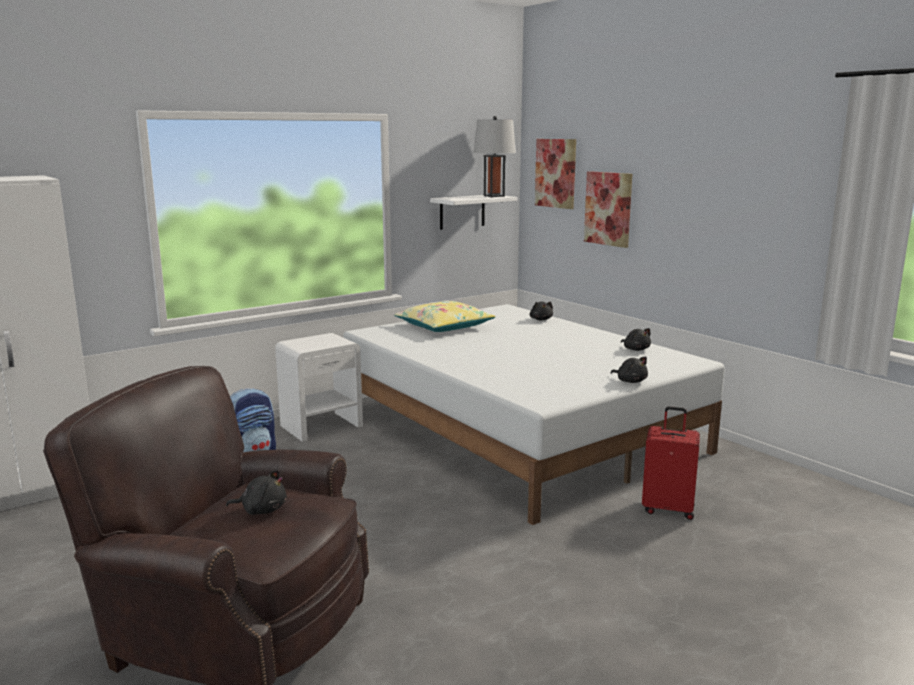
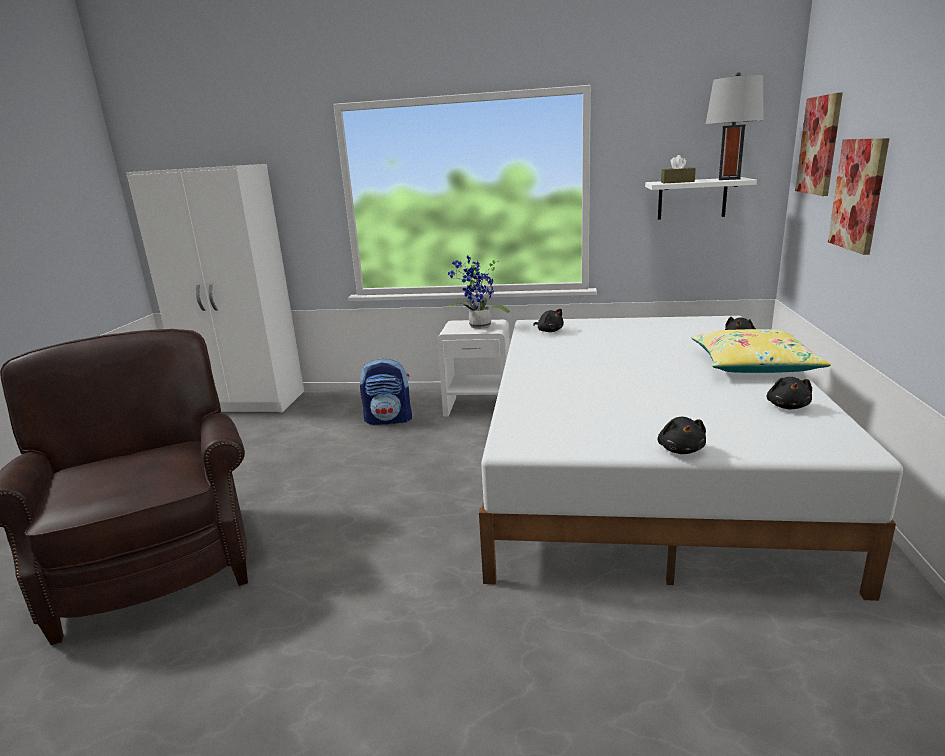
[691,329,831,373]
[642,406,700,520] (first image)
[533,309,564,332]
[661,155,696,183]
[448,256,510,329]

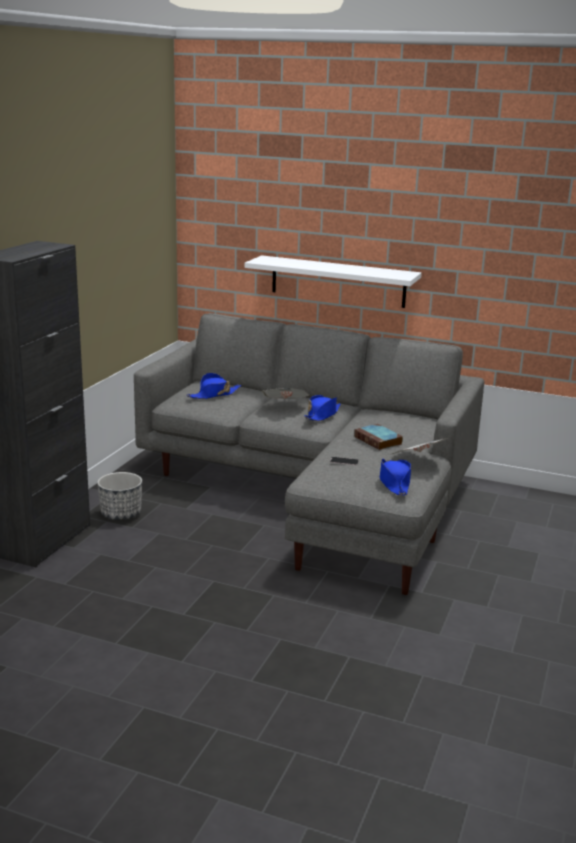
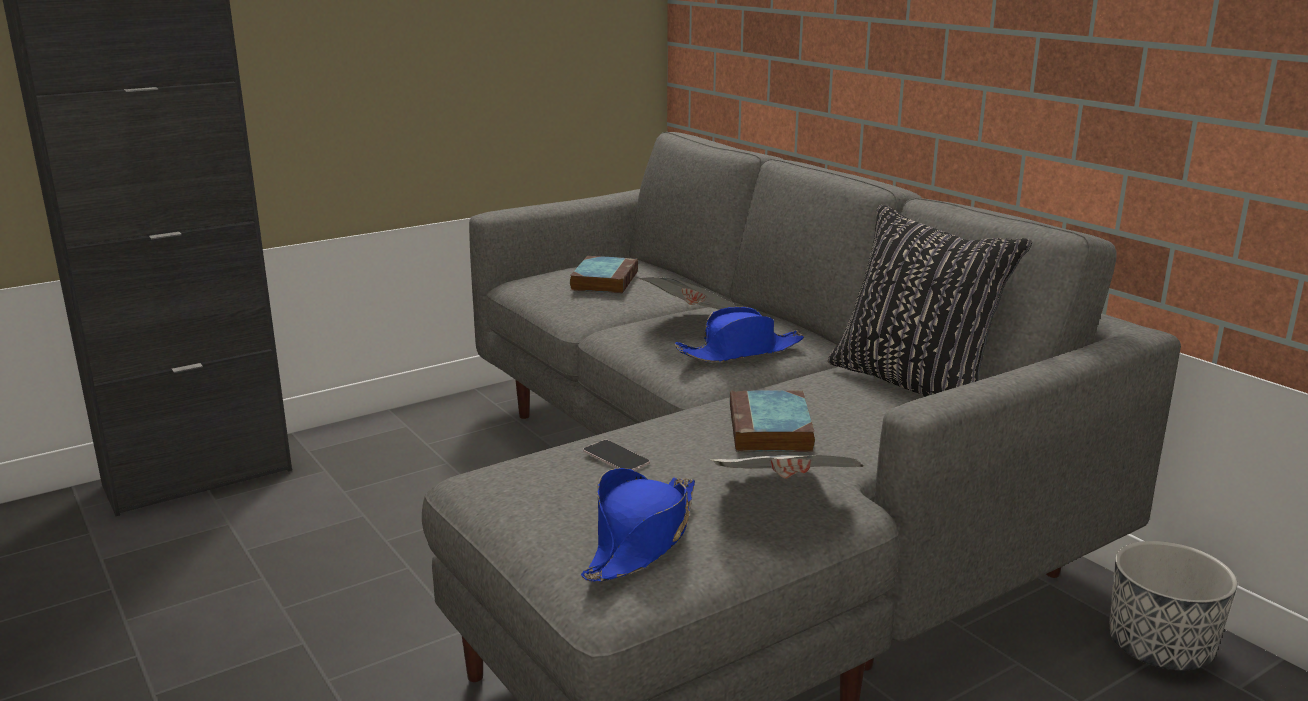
[245,255,422,308] (first image)
[570,256,638,293]
[1109,541,1237,671]
[828,205,1032,397]

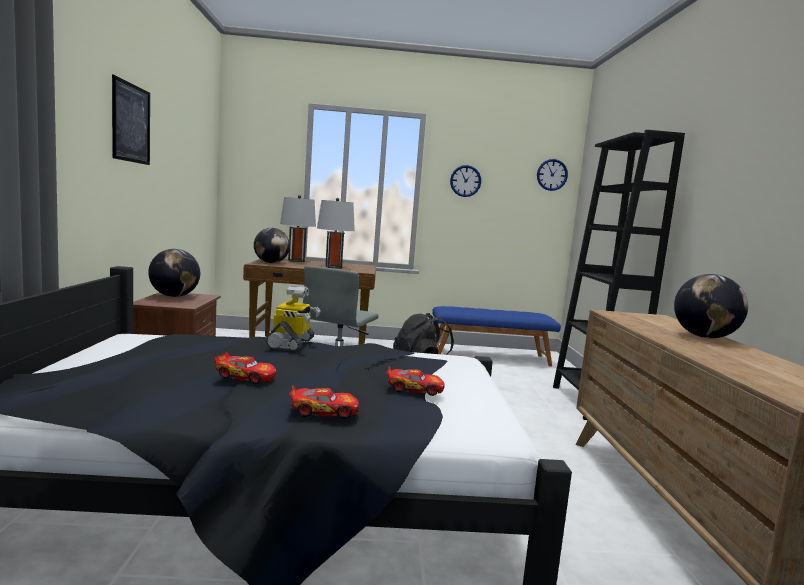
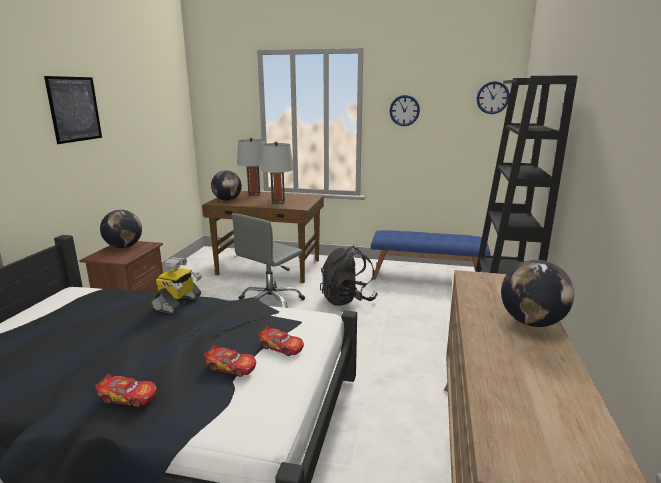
[258,326,304,356]

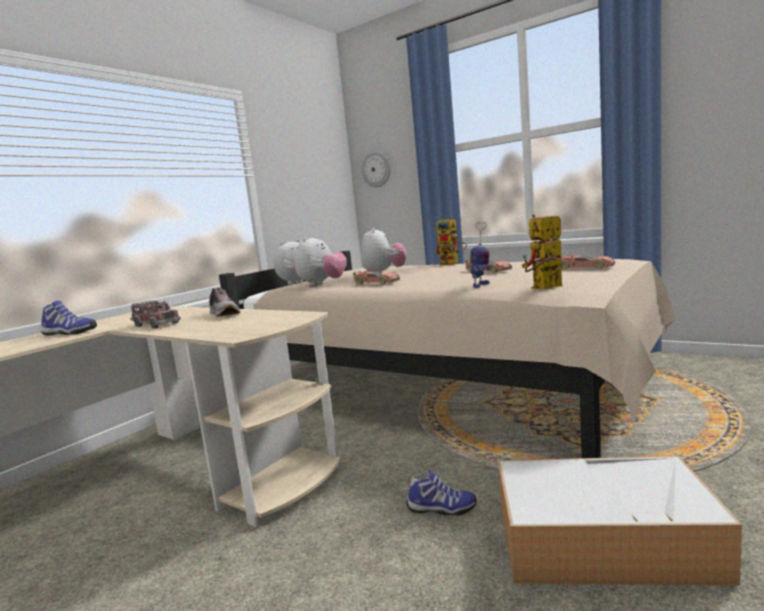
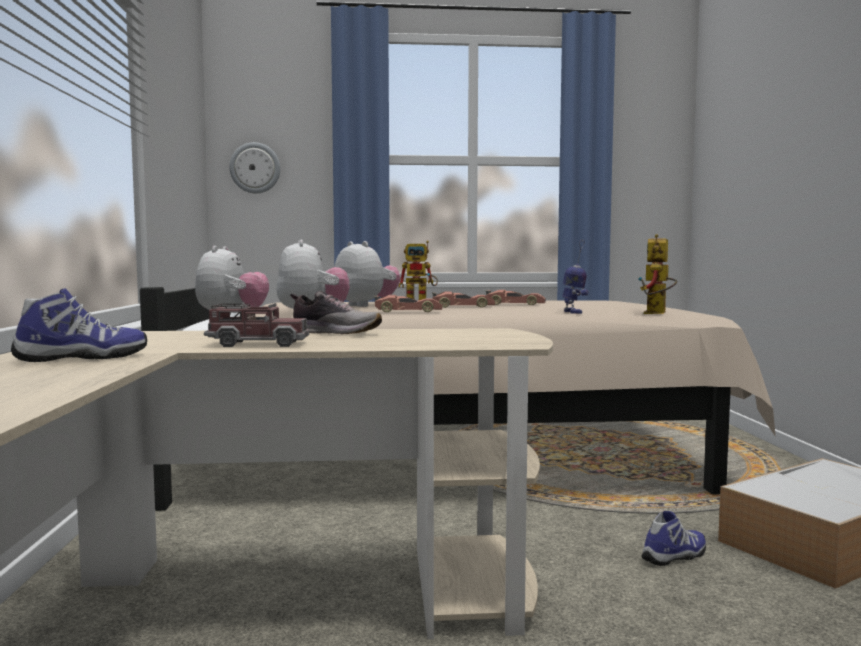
[432,292,495,308]

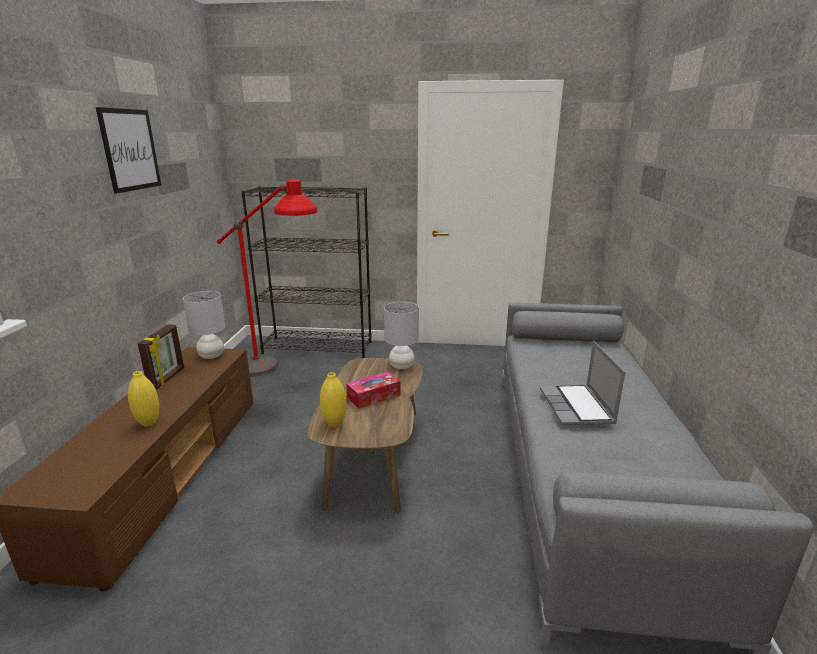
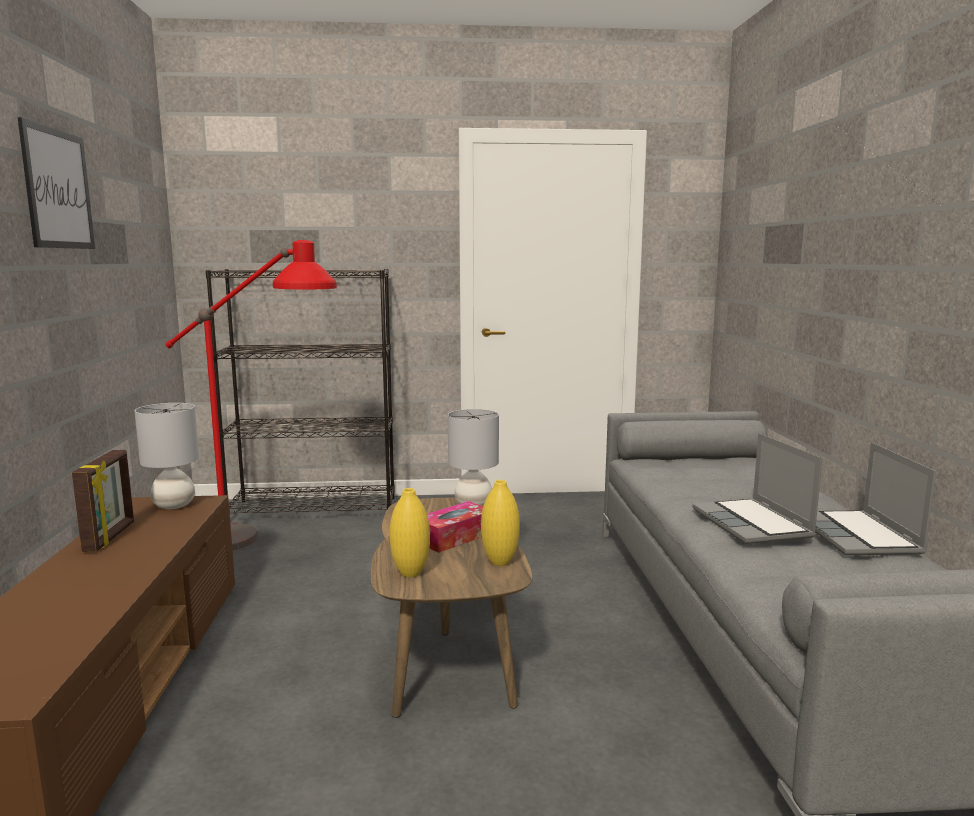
[481,480,520,566]
[815,442,936,556]

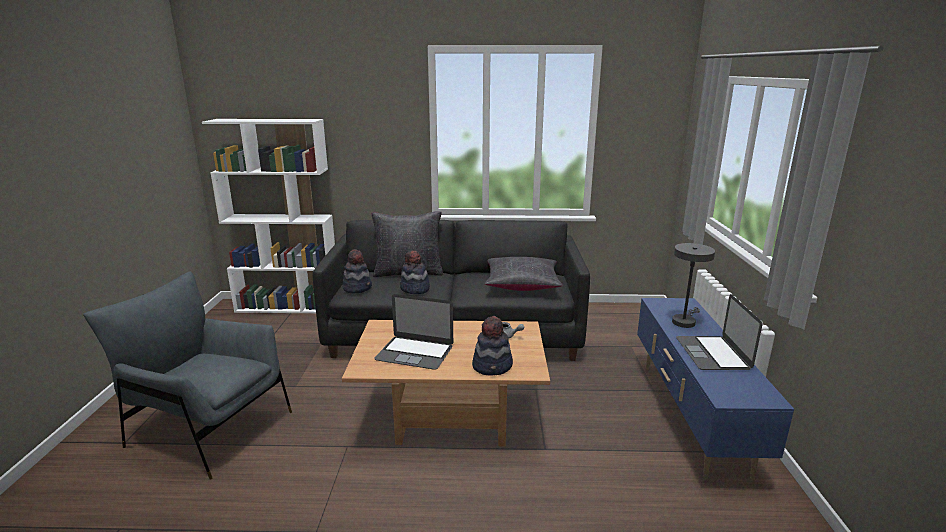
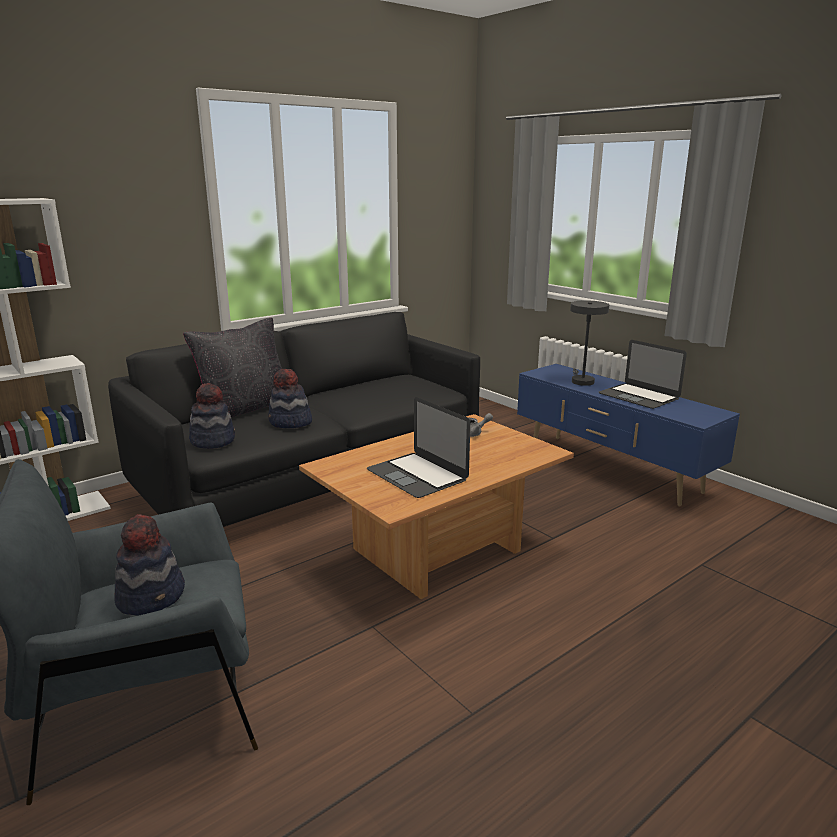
[485,257,563,291] (first image)
[367,397,470,498]
[114,514,185,616]

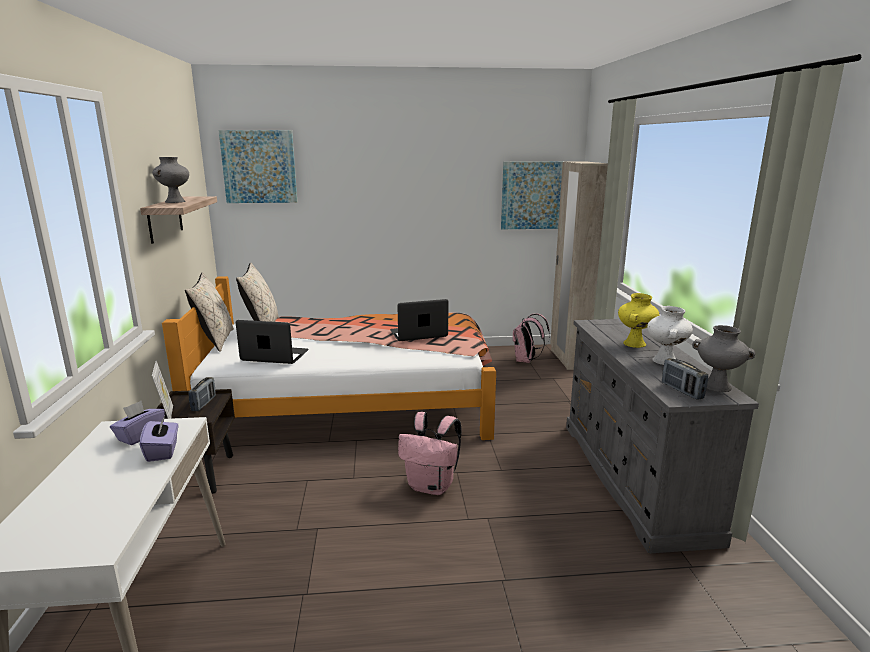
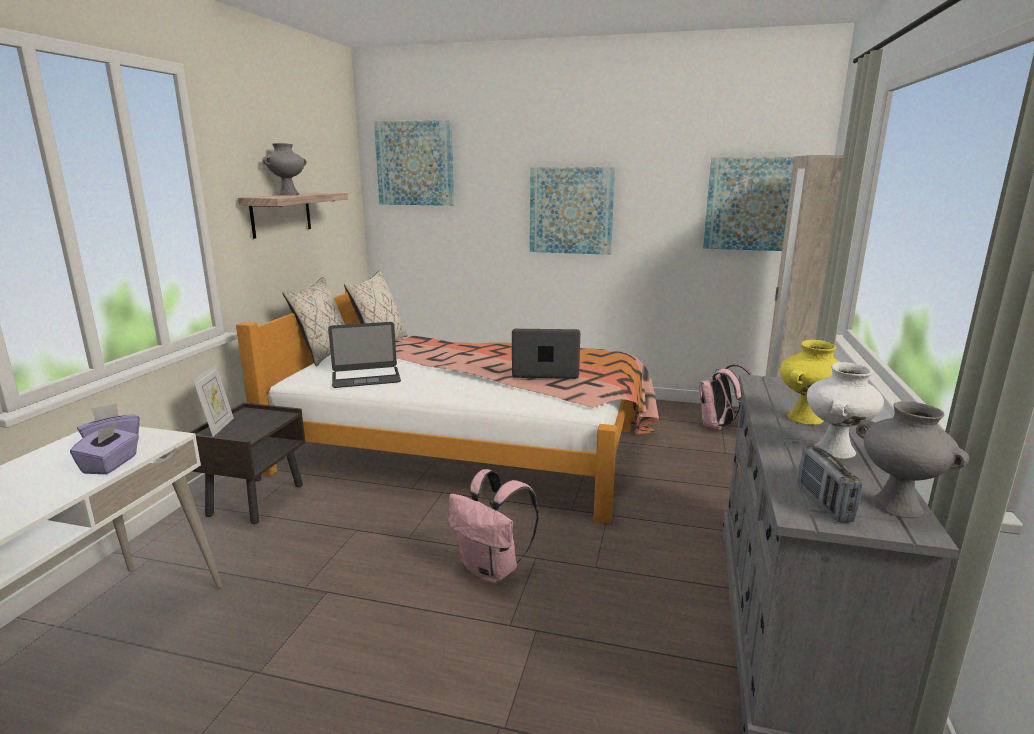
[328,322,401,388]
[188,377,216,411] (first image)
[530,167,615,255]

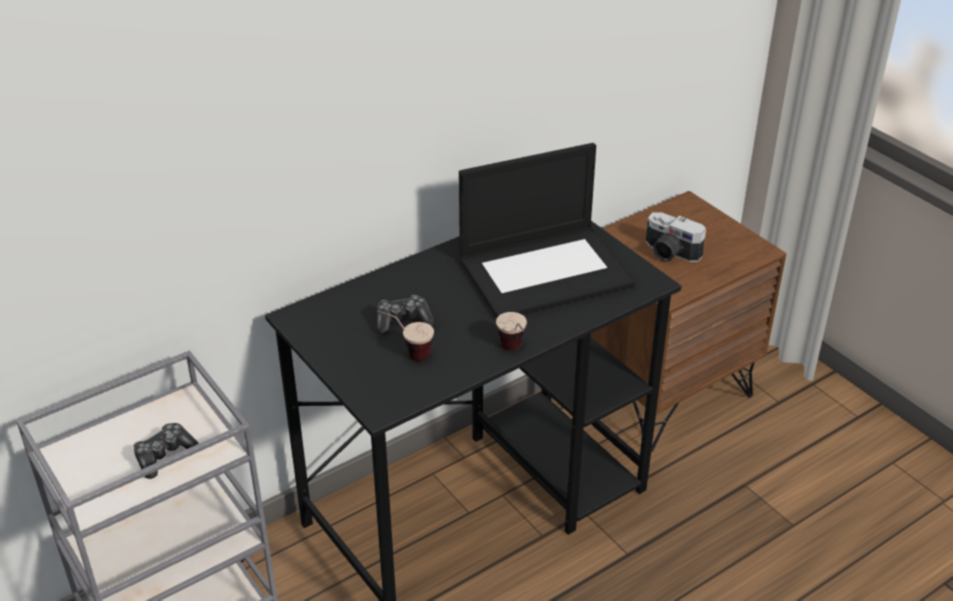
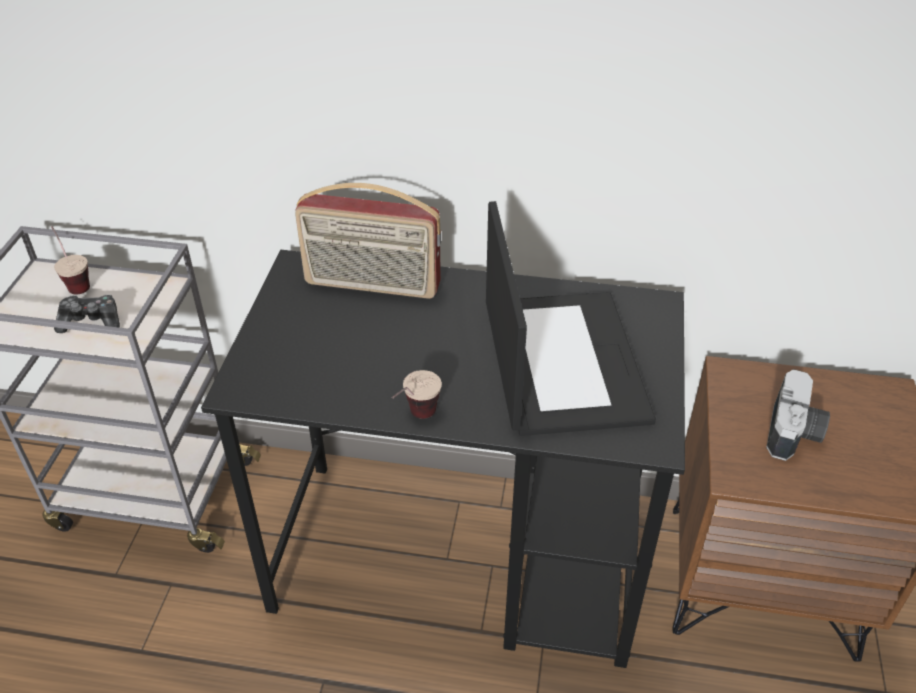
[486,201,656,436]
[766,369,830,461]
[376,295,434,335] (first image)
[51,226,90,295]
[295,183,441,299]

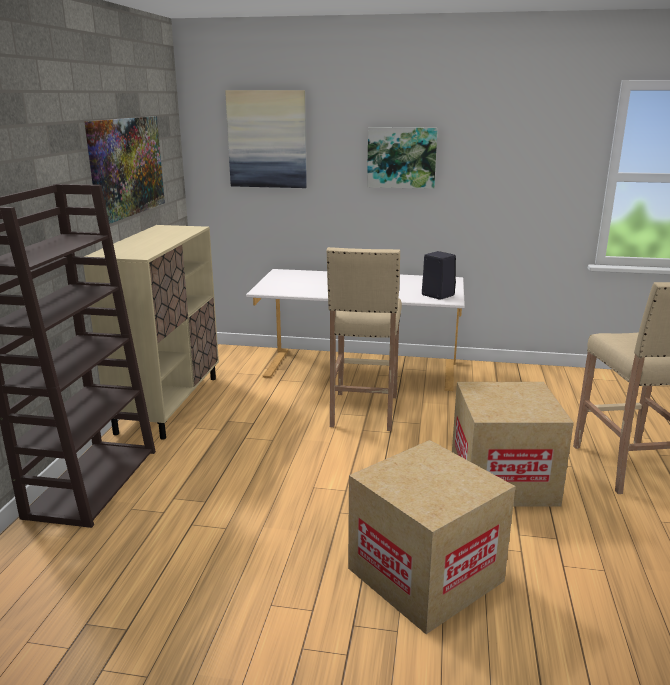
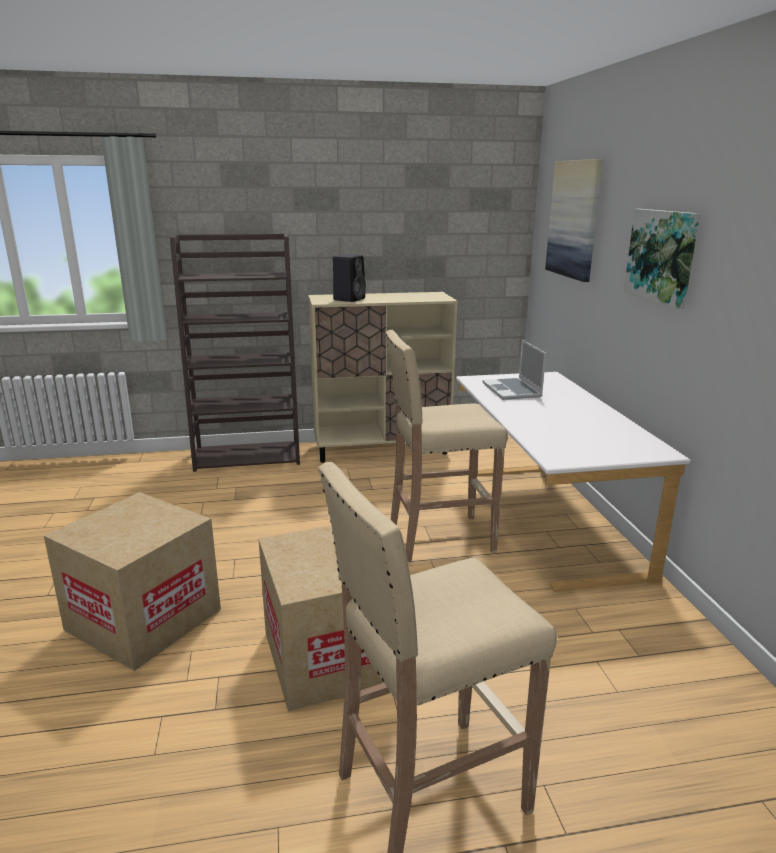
[84,116,165,224] (first image)
[333,254,366,302]
[483,340,546,400]

